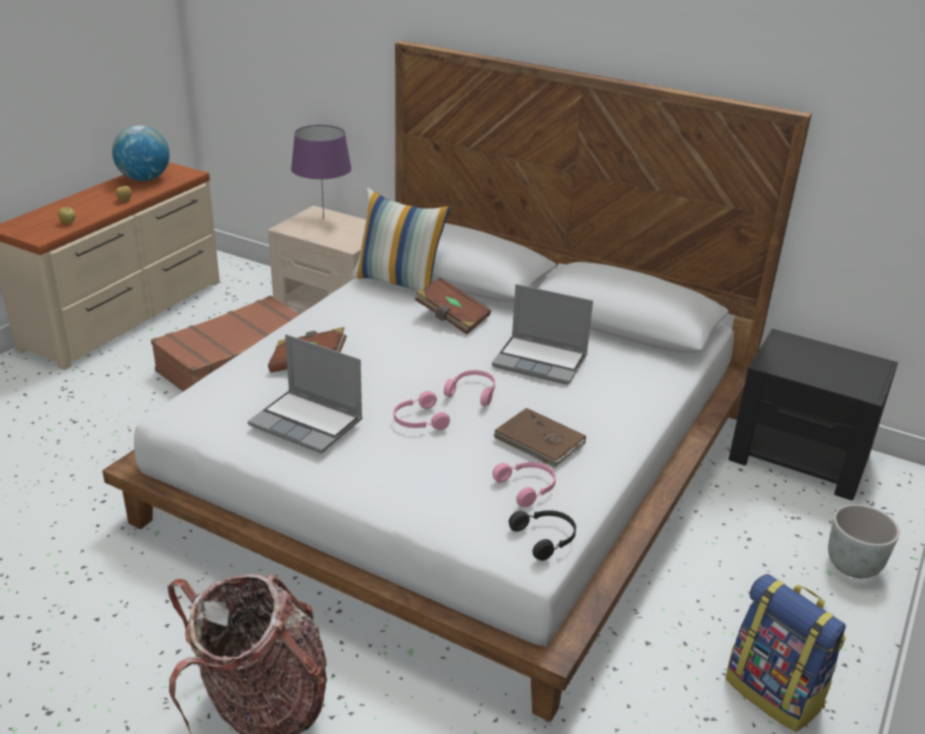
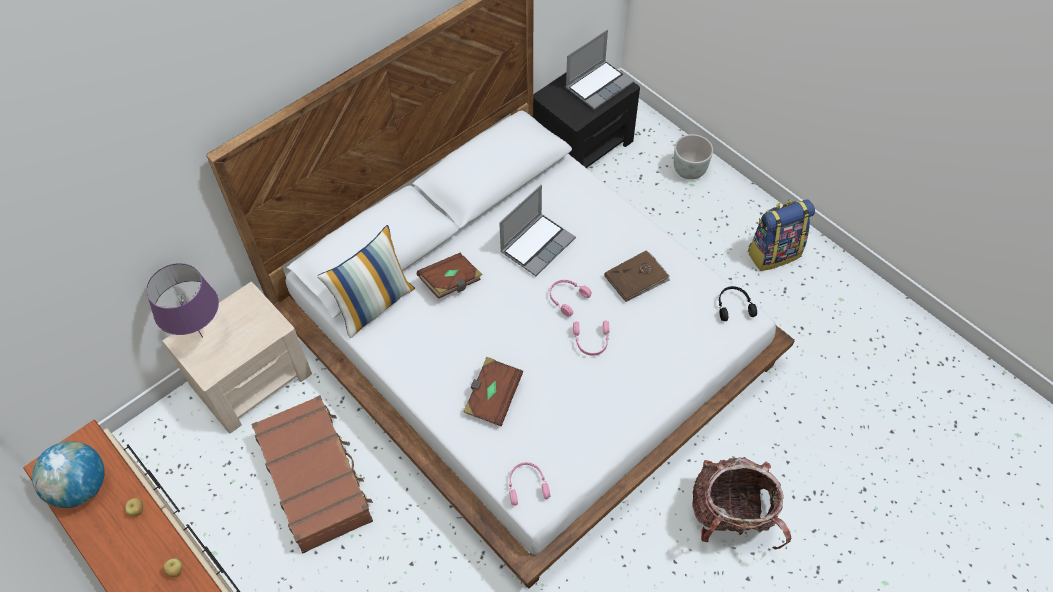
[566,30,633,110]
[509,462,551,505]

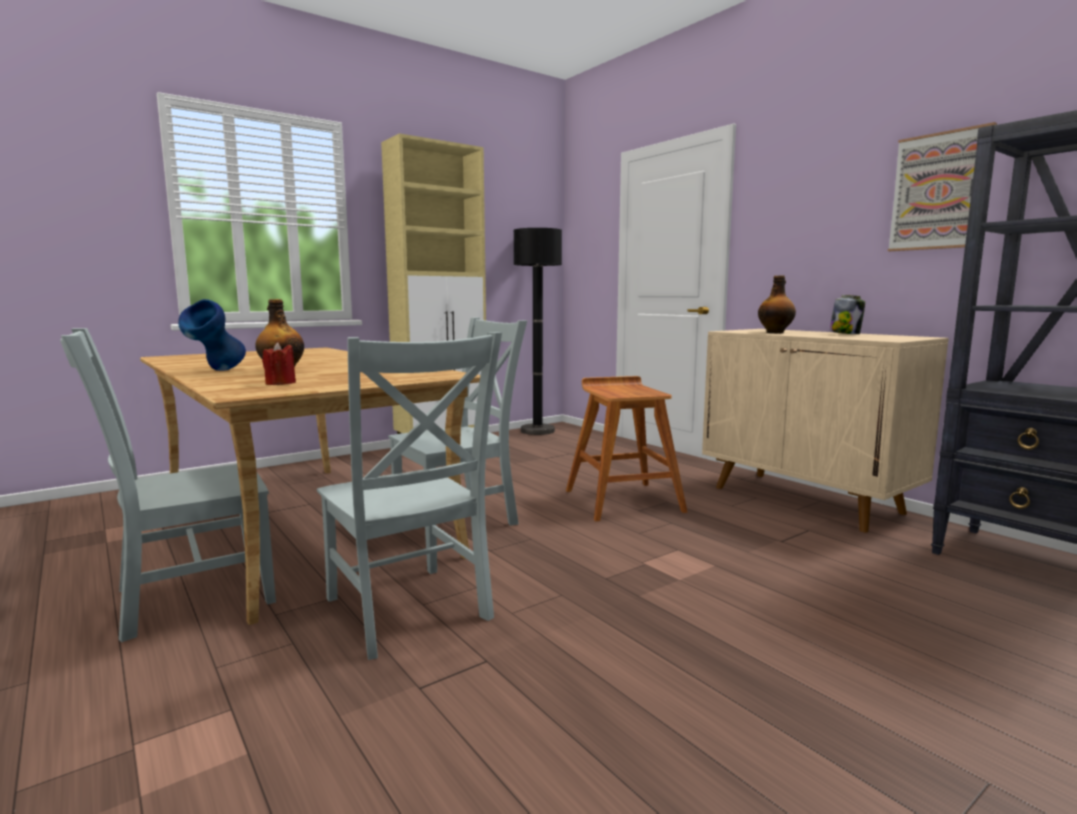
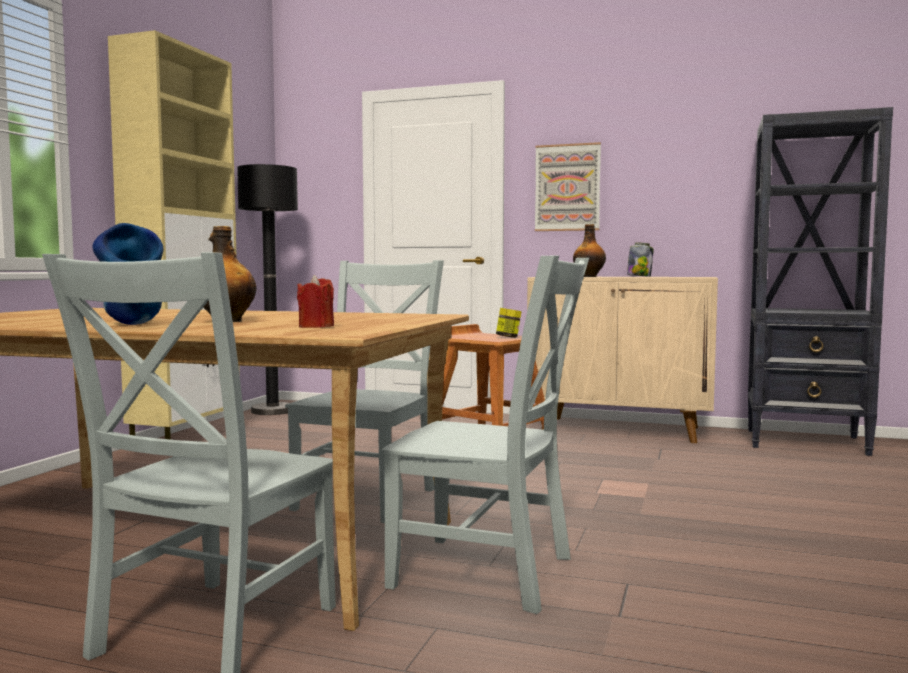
[535,142,601,231]
[496,308,522,338]

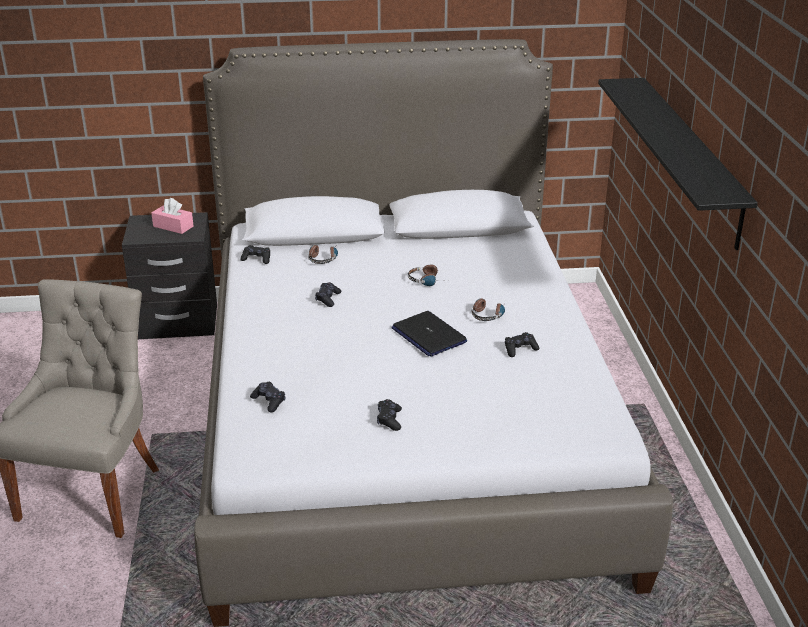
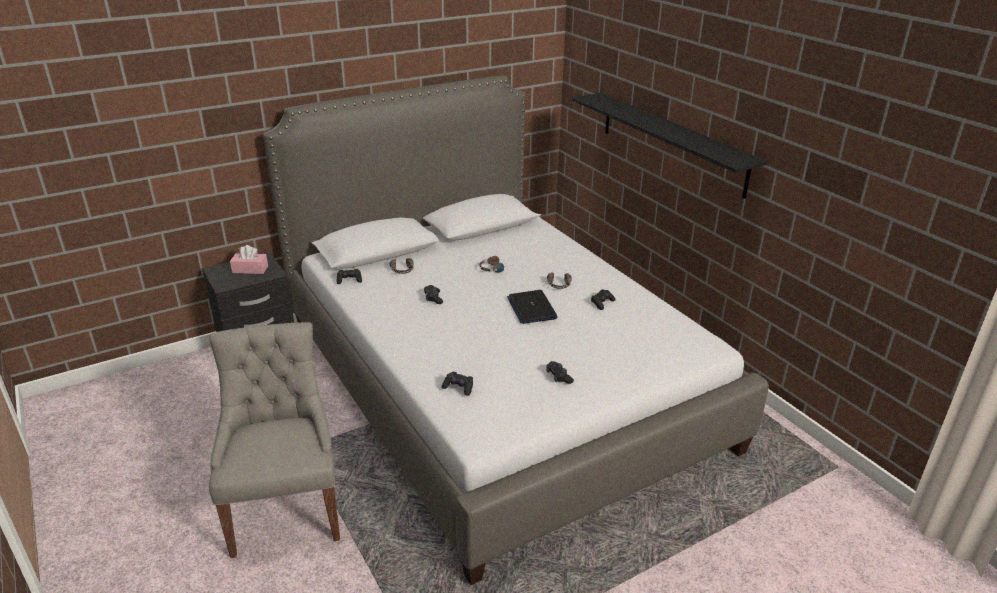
[507,290,558,324]

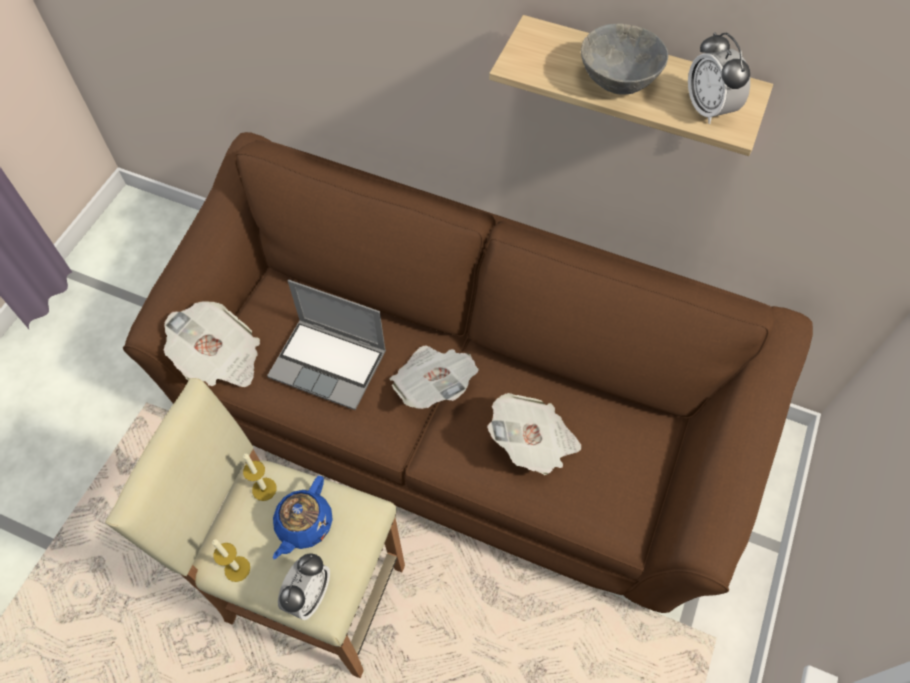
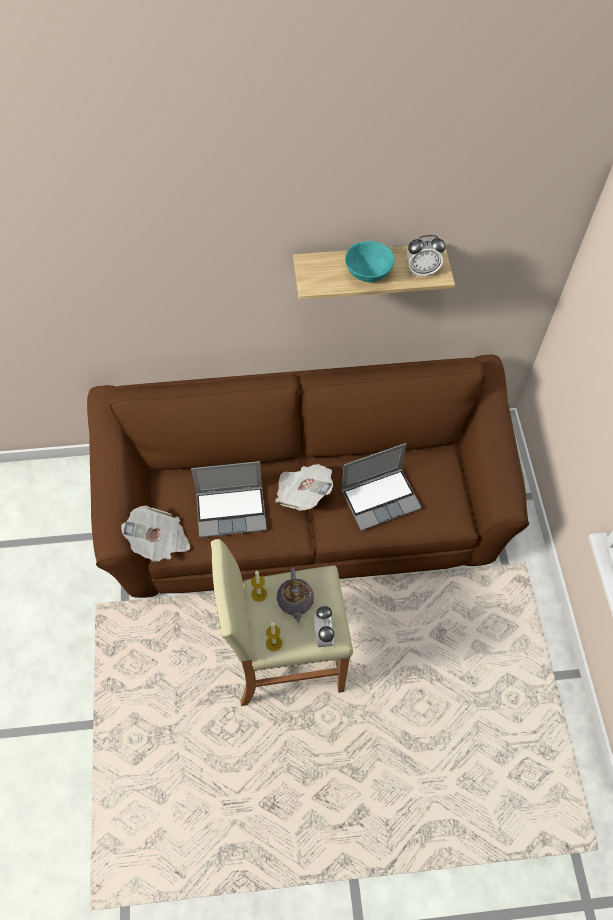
[345,241,394,282]
[407,235,446,276]
[341,443,422,531]
[277,568,314,623]

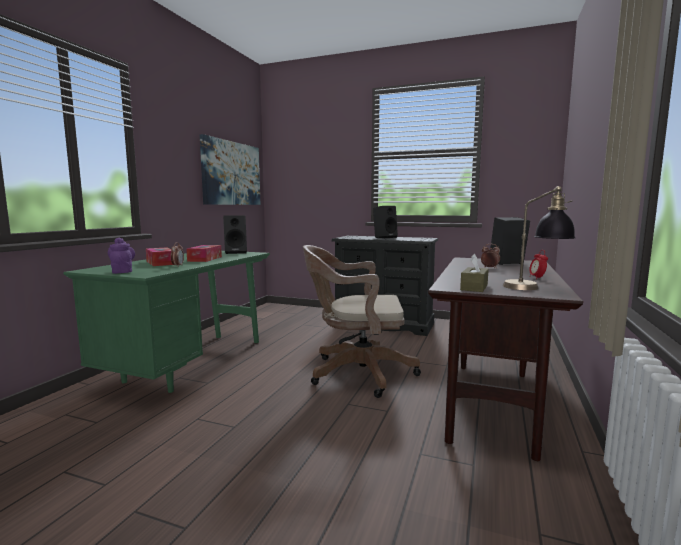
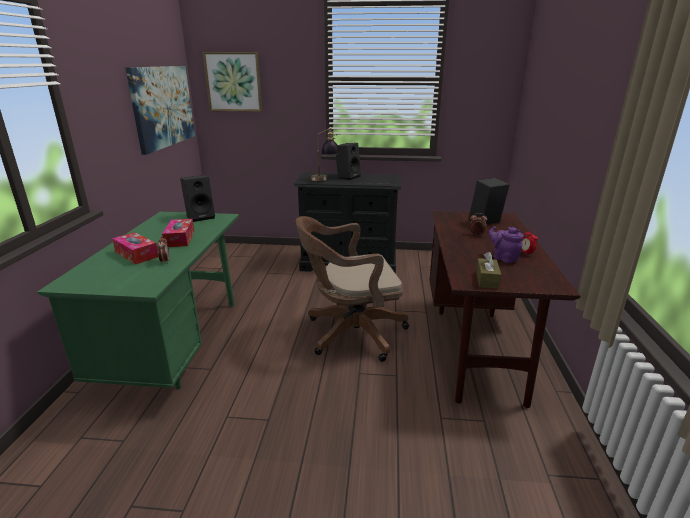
[310,127,340,181]
[489,226,524,263]
[202,52,263,112]

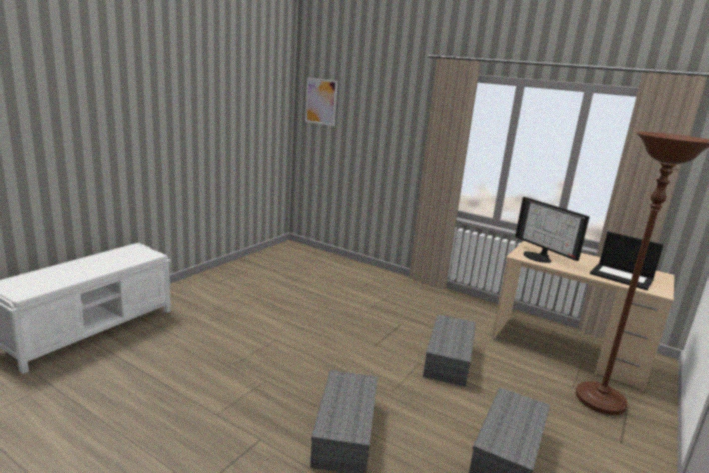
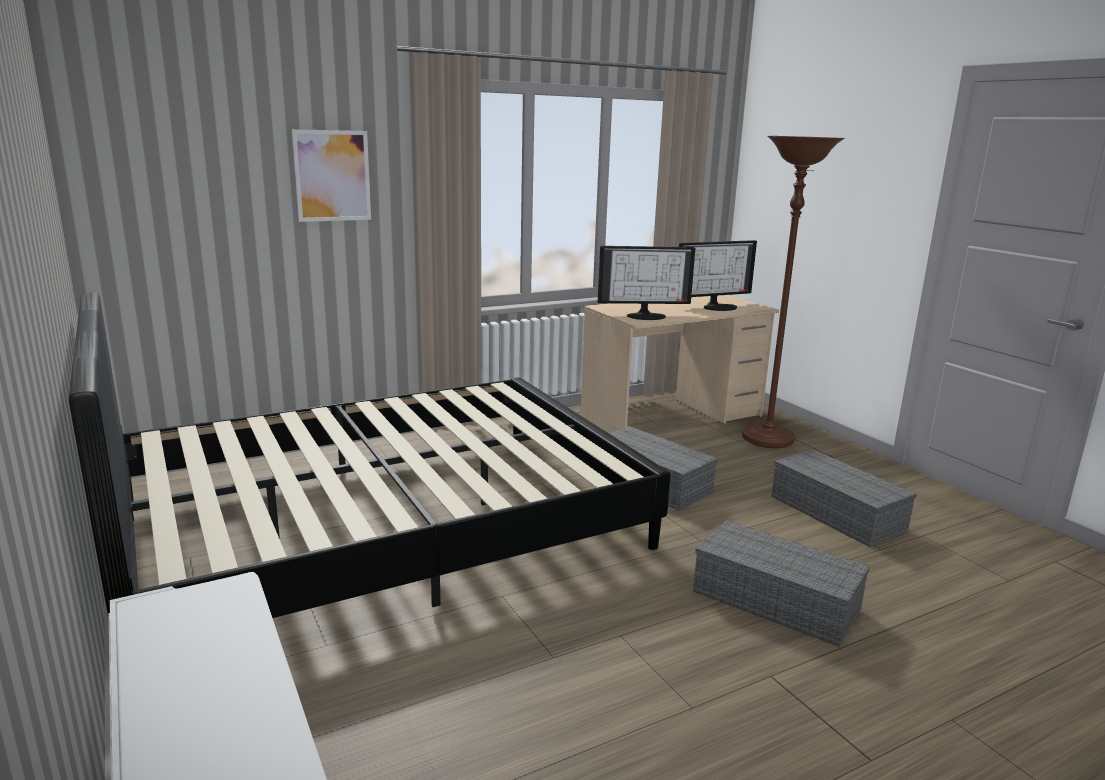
[291,129,371,222]
[679,240,757,311]
[69,292,671,619]

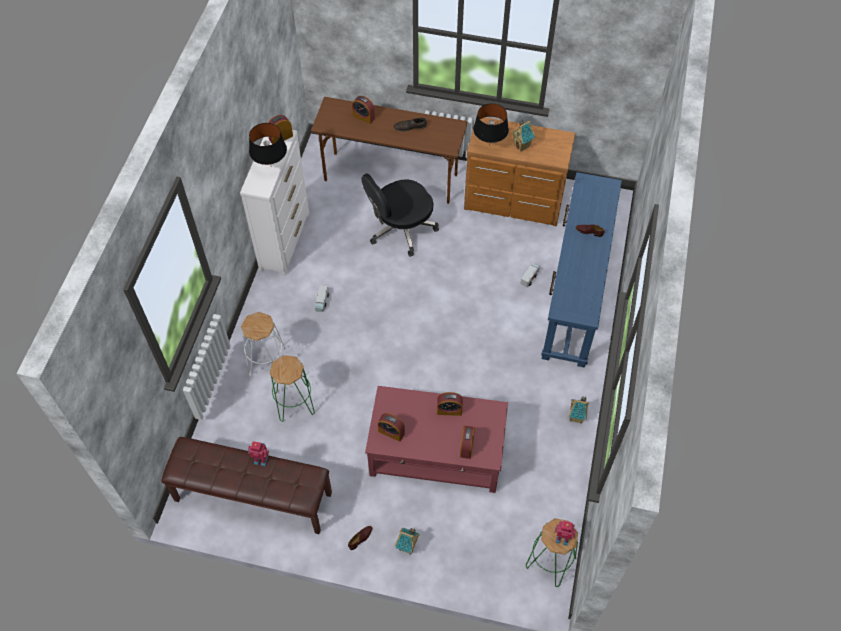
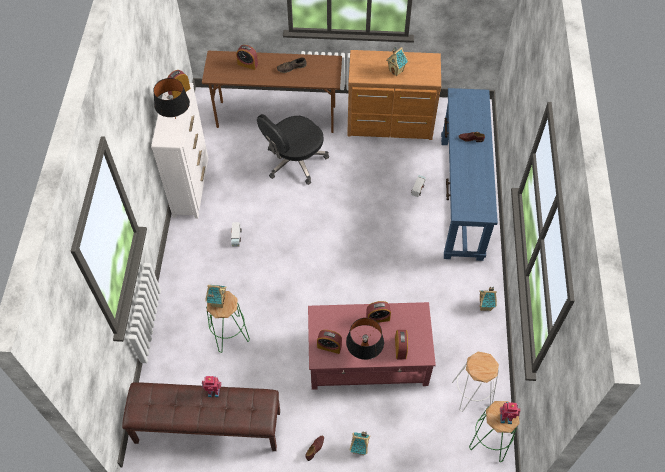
[346,318,384,360]
[452,352,499,412]
[205,285,226,308]

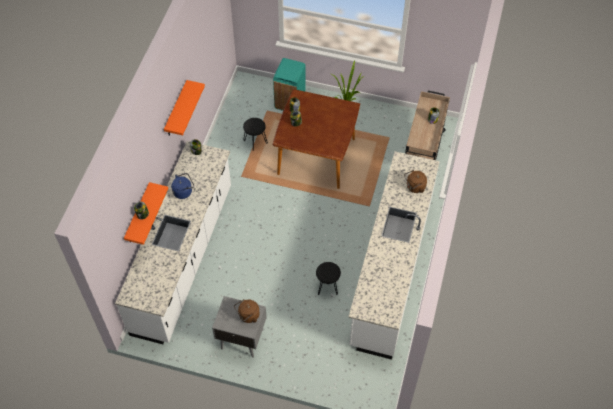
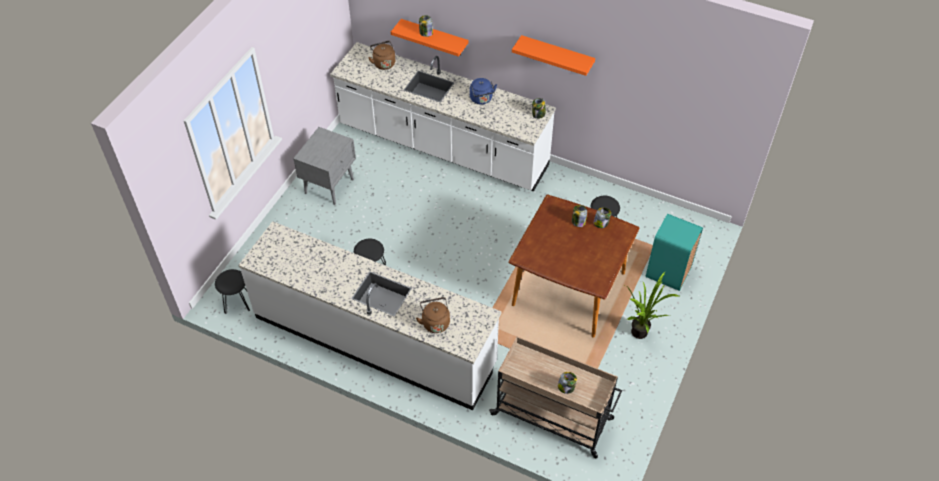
[368,41,395,70]
[215,269,250,314]

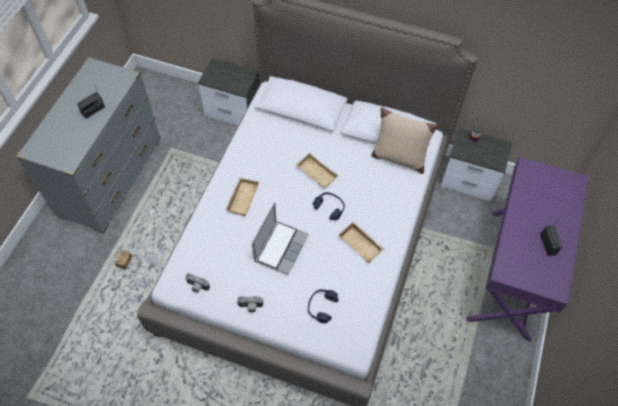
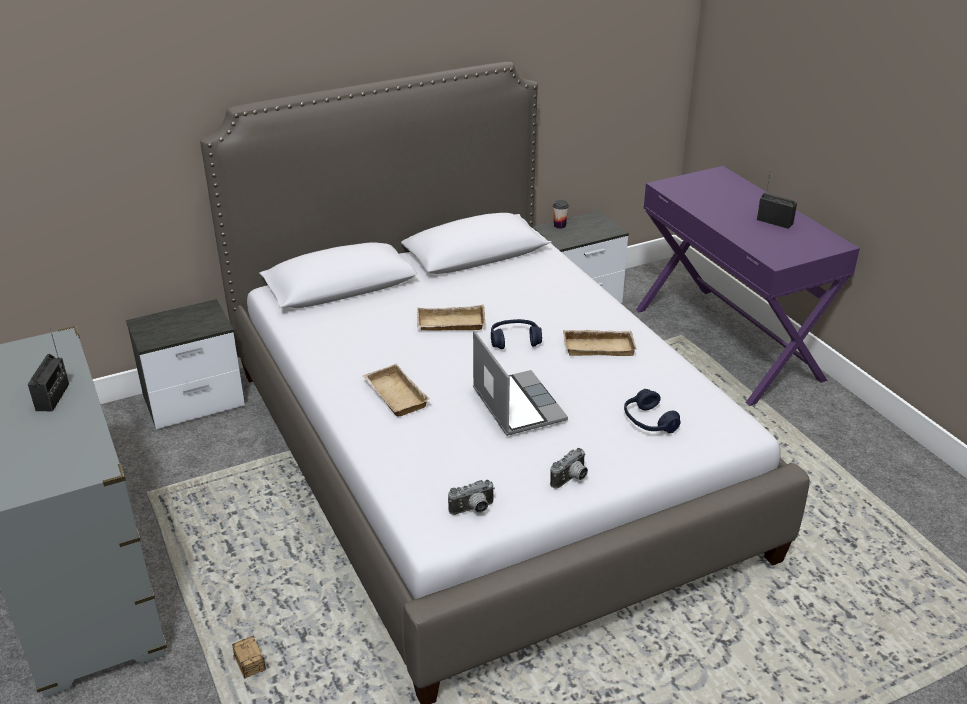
[371,107,438,174] (first image)

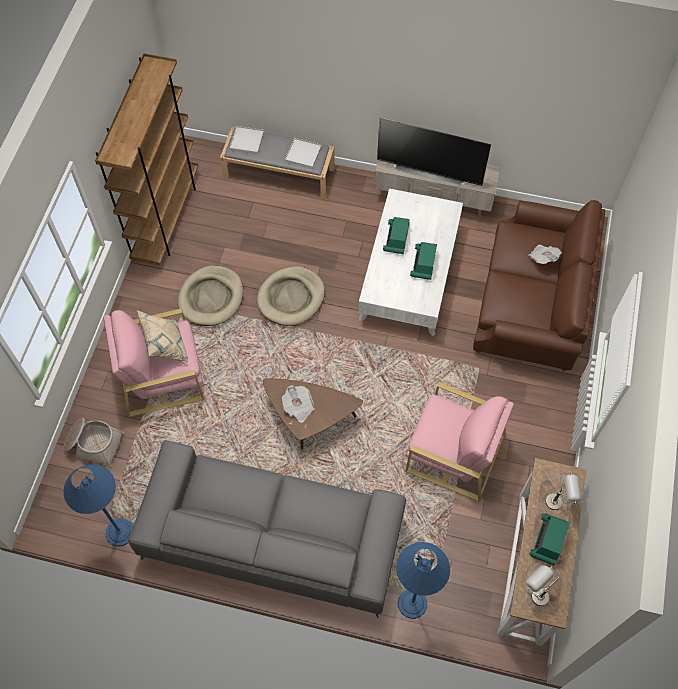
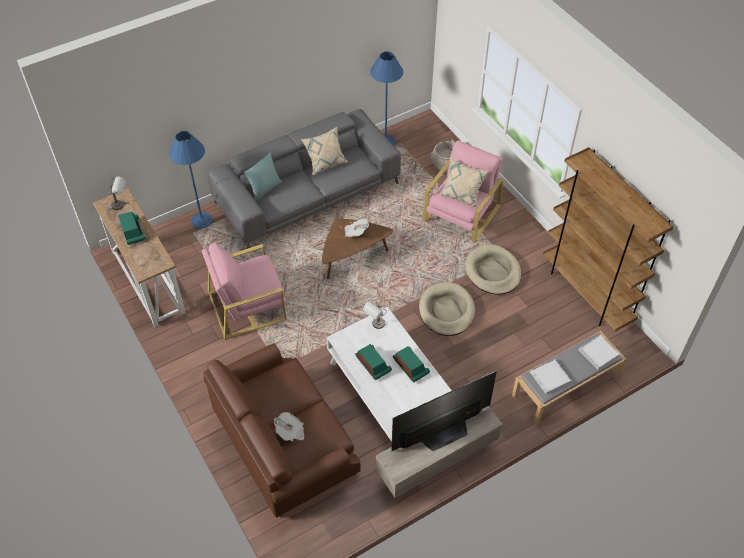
[363,299,387,329]
[301,127,348,175]
[244,152,282,201]

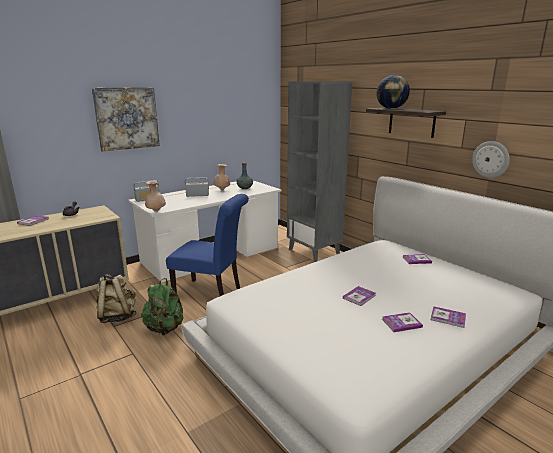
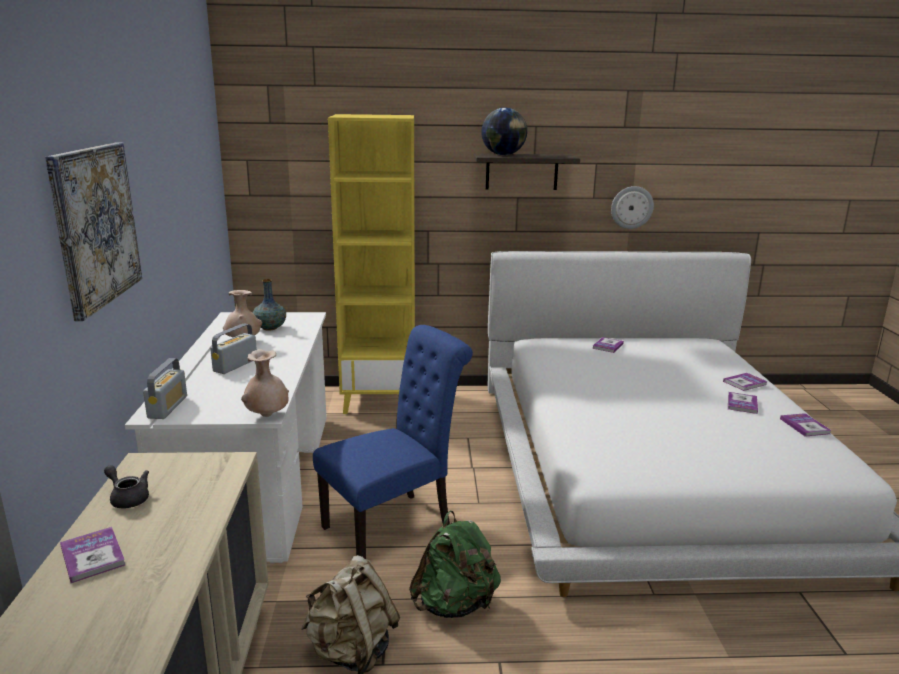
[328,114,415,414]
[780,413,832,437]

